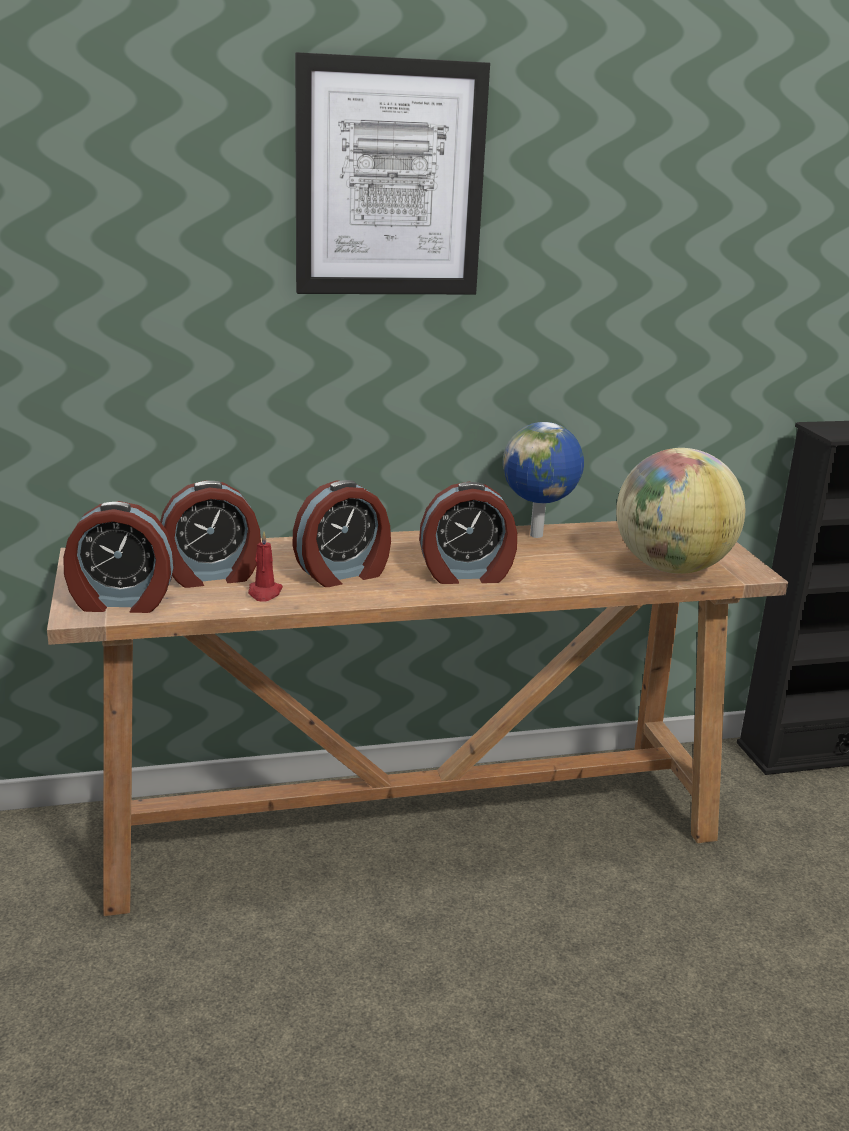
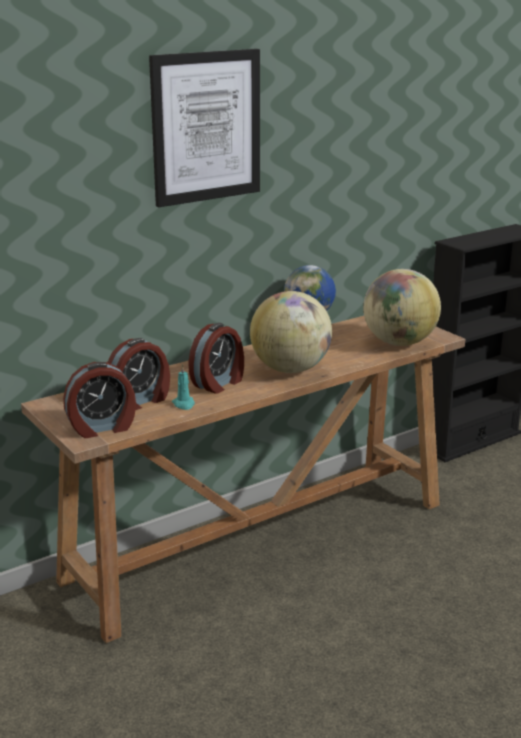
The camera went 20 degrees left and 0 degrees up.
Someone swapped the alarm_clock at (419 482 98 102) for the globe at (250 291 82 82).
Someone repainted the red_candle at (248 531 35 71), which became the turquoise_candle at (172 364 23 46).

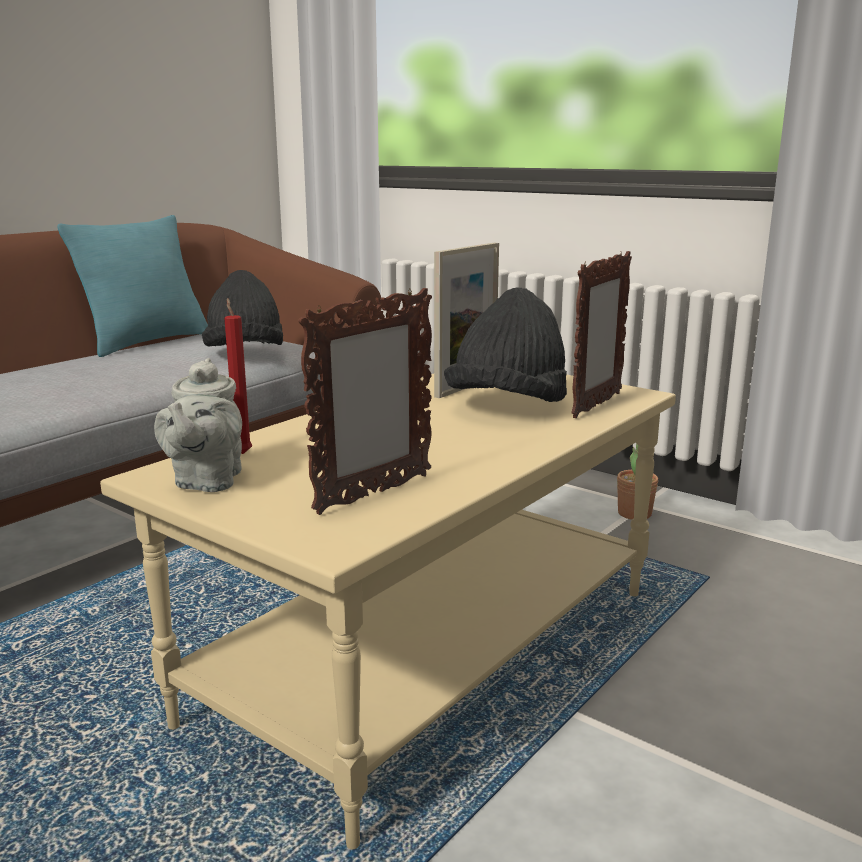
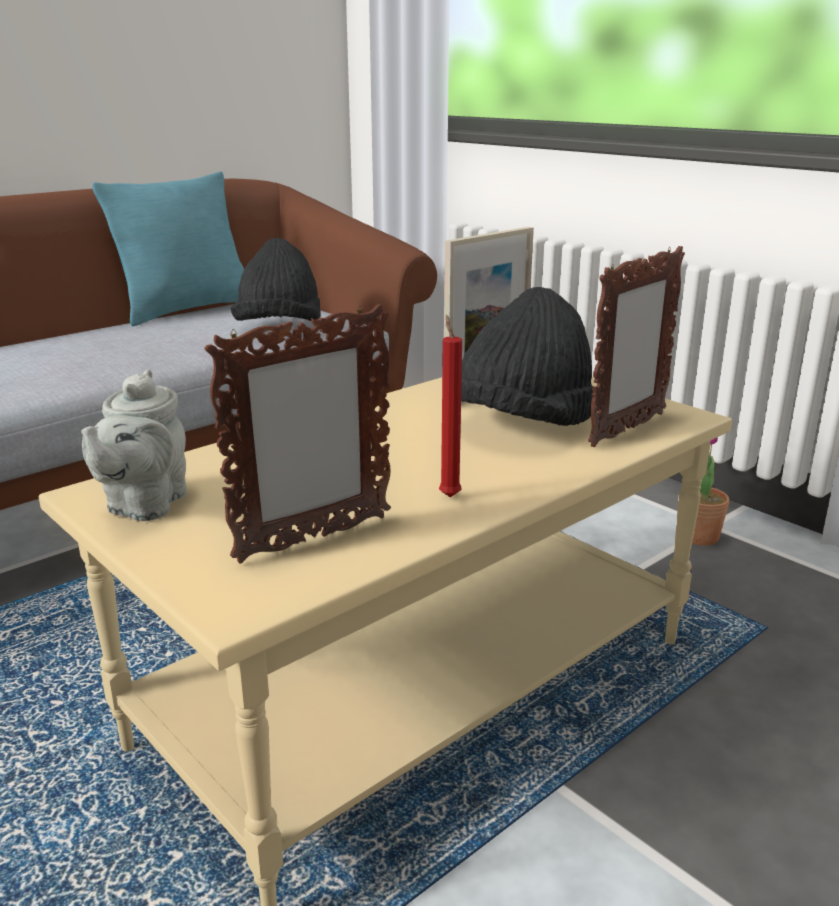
The camera went 10 degrees right and 5 degrees up.
Someone carried the red_candle from (224 298 28 156) to (439 315 23 182).

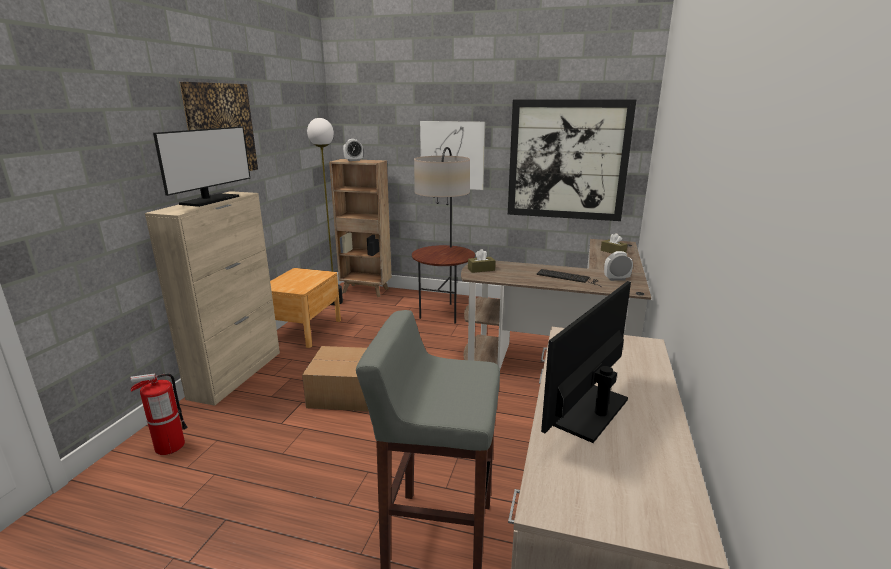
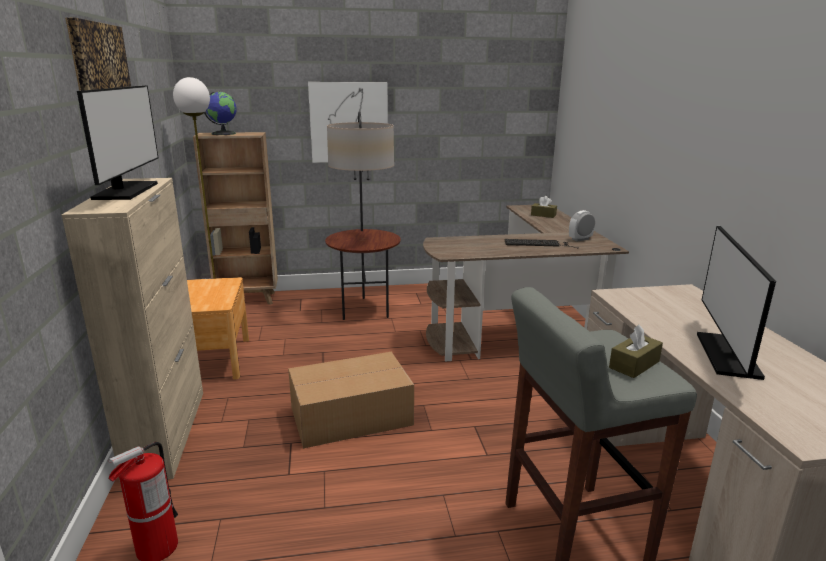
The camera went 25 degrees left and 0 degrees up.
Someone took away the picture at (508 100 128 121).
Someone carried the brown_tissue_box from (468 249 28 24) to (609 324 54 54).
Someone swapped the alarm_clock at (343 139 20 22) for the globe at (204 92 33 43).

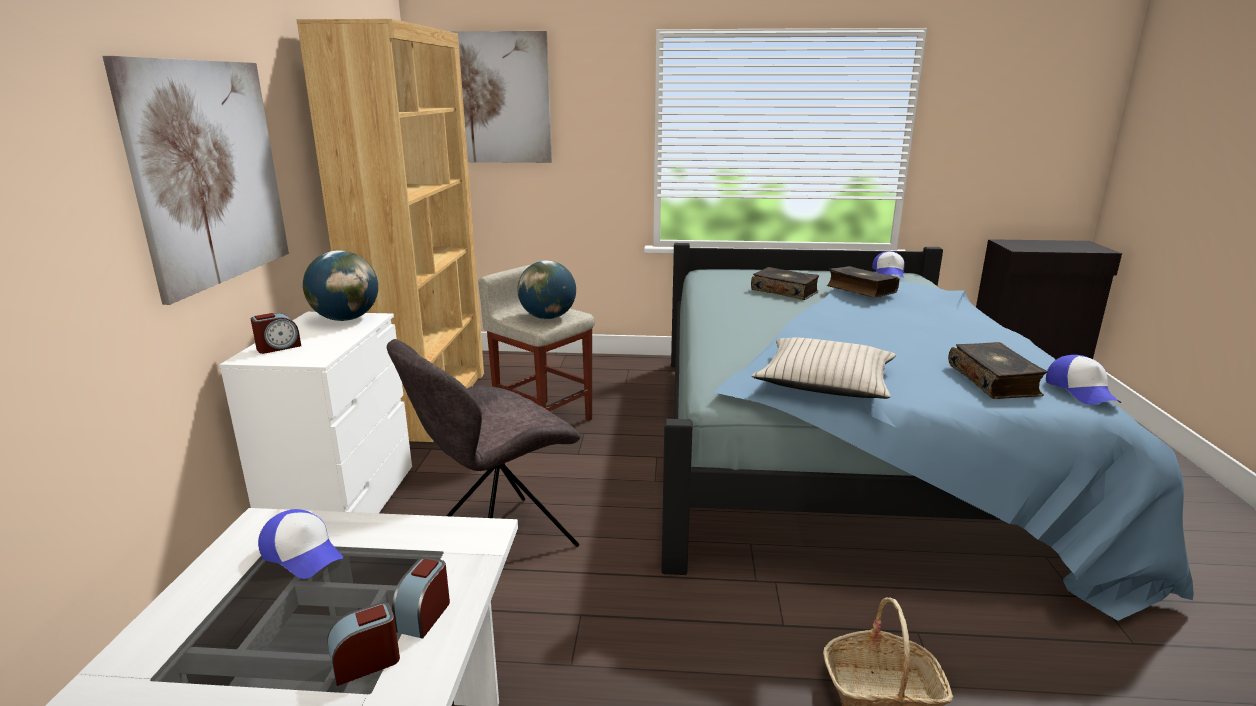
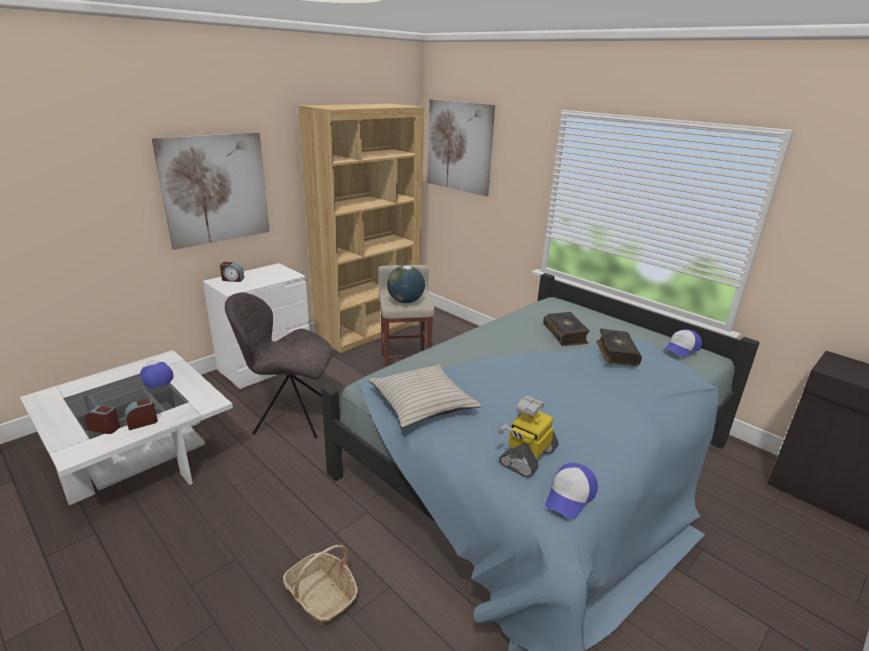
The camera went 40 degrees right and 5 degrees up.
Someone took away the globe at (303 250 75 71).
Someone swapped the book at (948 342 99 57) for the toy_robot at (498 396 61 81).
Someone rotated the cap at (258 509 85 70) by 150 degrees clockwise.

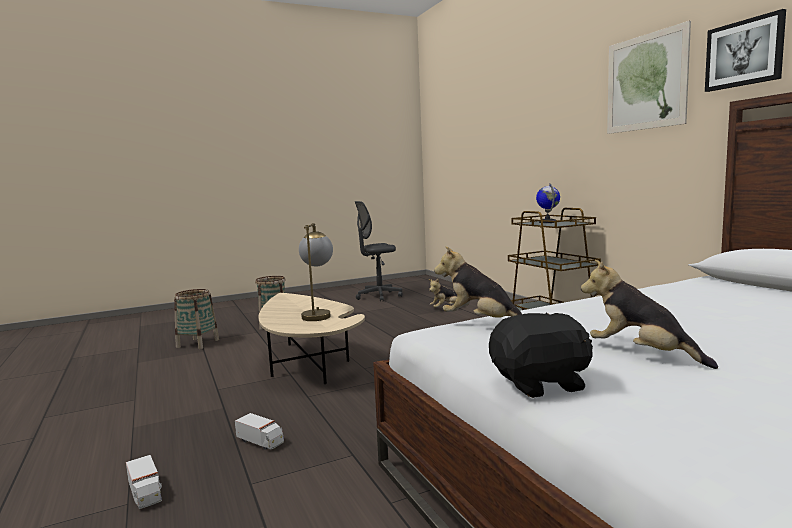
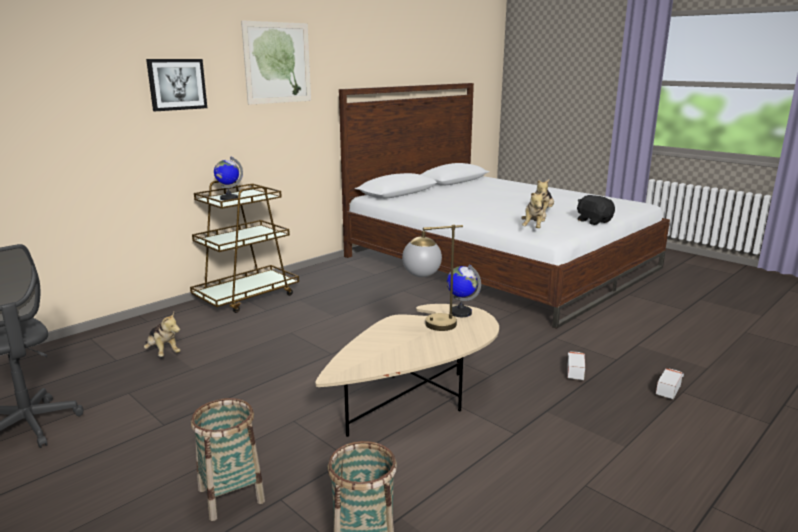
The camera went 110 degrees left and 10 degrees up.
Someone put down the globe at (447 264 34 53).
Someone carried the picture from (705 9 81 83) to (146 59 61 52).

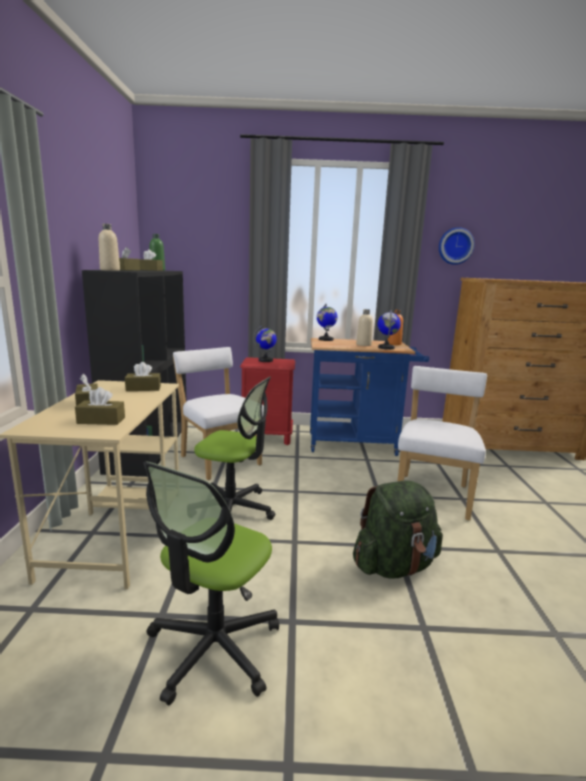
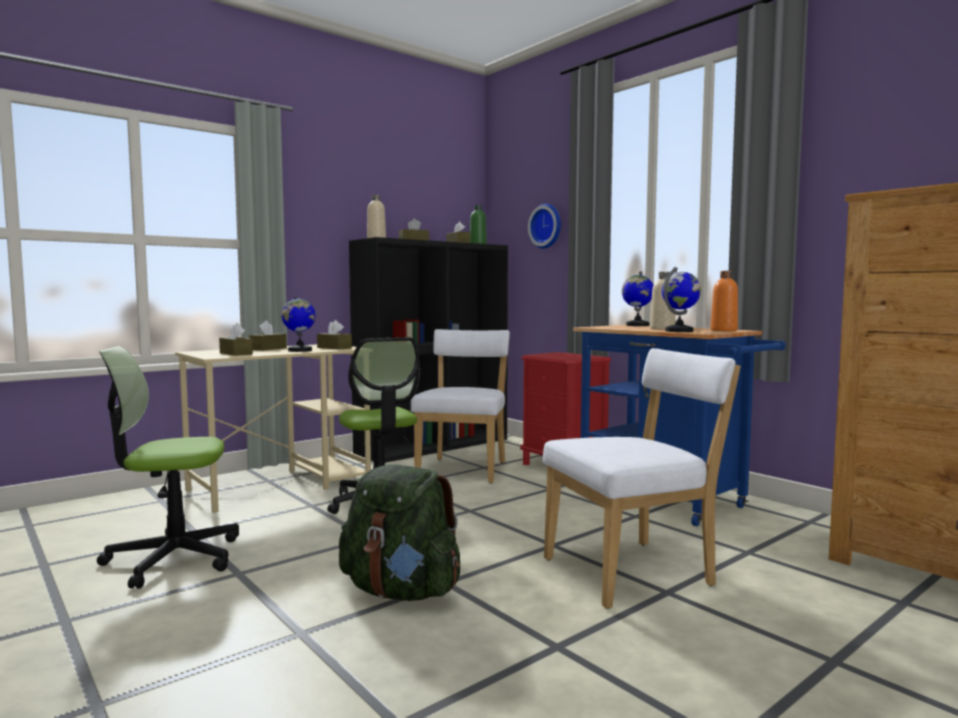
The camera went 50 degrees right and 10 degrees down.
Someone carried the globe from (253 326 24 36) to (281 295 34 57).
Someone carried the wall_clock from (439 227 35 38) to (528 204 33 45).

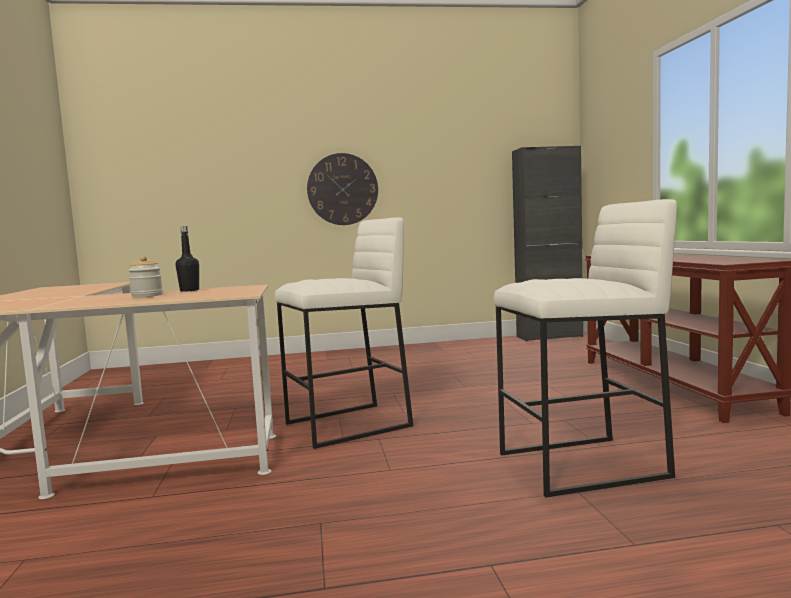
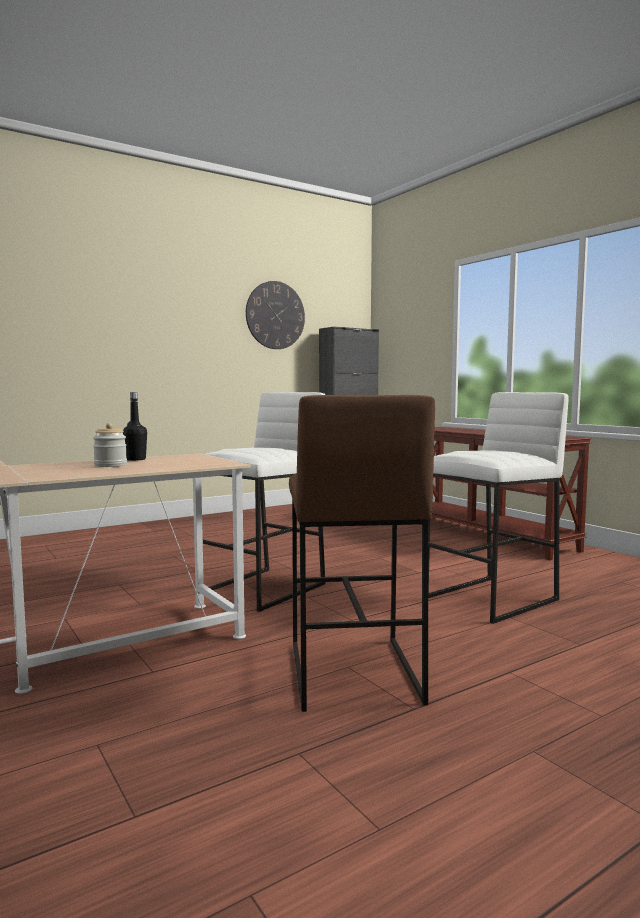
The camera went 25 degrees left and 0 degrees up.
Someone put down the brown_stool at (289 395 146 317).
Someone carried the wall_clock from (307 153 71 72) to (246 281 59 68).

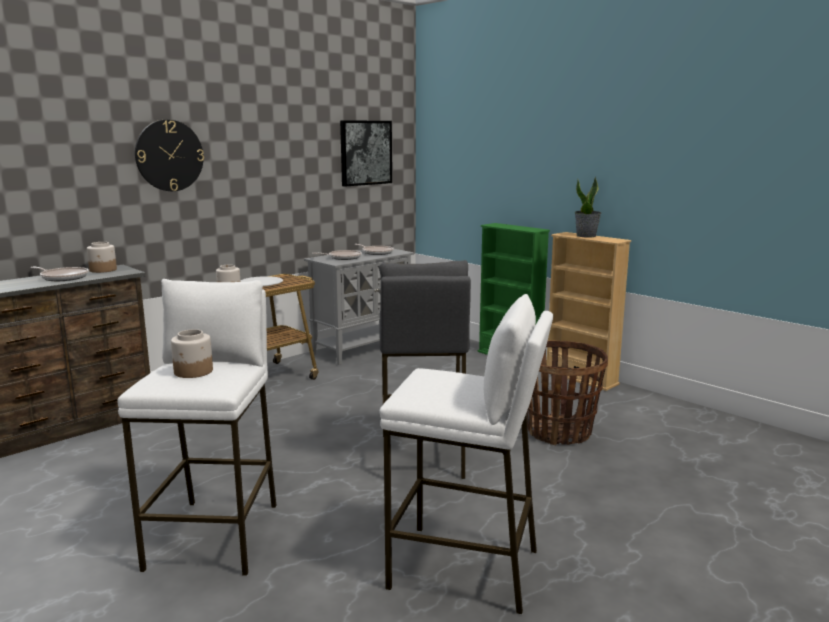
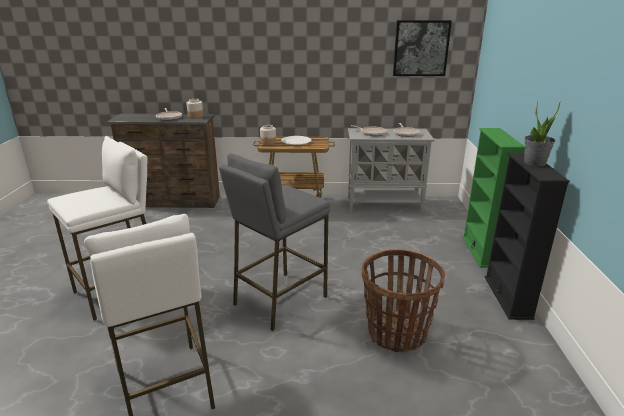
The camera went 45 degrees right and 10 degrees up.
Someone took away the wall_clock at (135 120 69 71).
Someone took away the jar at (171 329 42 49).
Someone repainted the beige_bookcase at (546 232 85 159), which became the black_bookcase at (485 153 84 167).

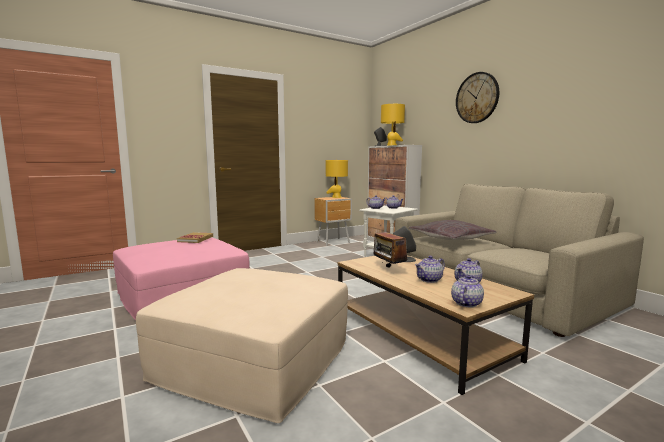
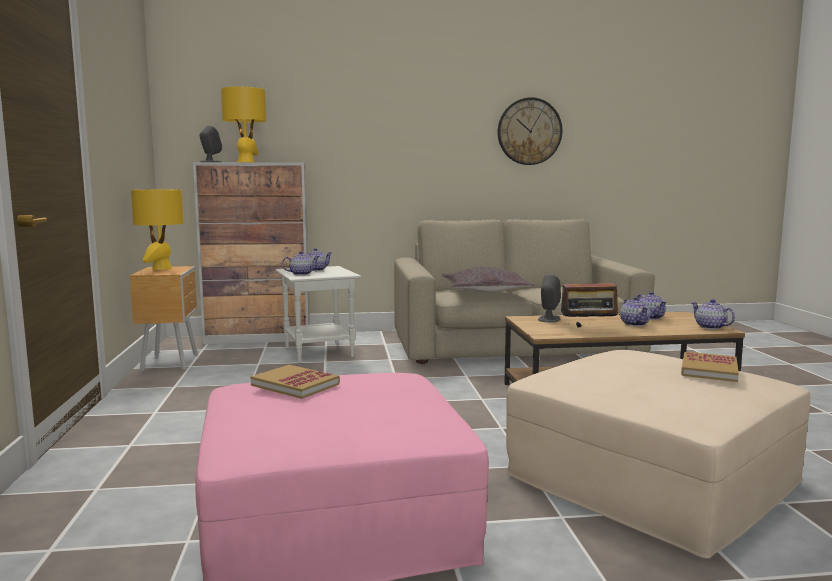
The camera went 65 degrees left and 0 degrees up.
Someone put down the book at (681 352 58 30).
Someone carried the wall_clock from (456 72 43 51) to (498 97 64 68).

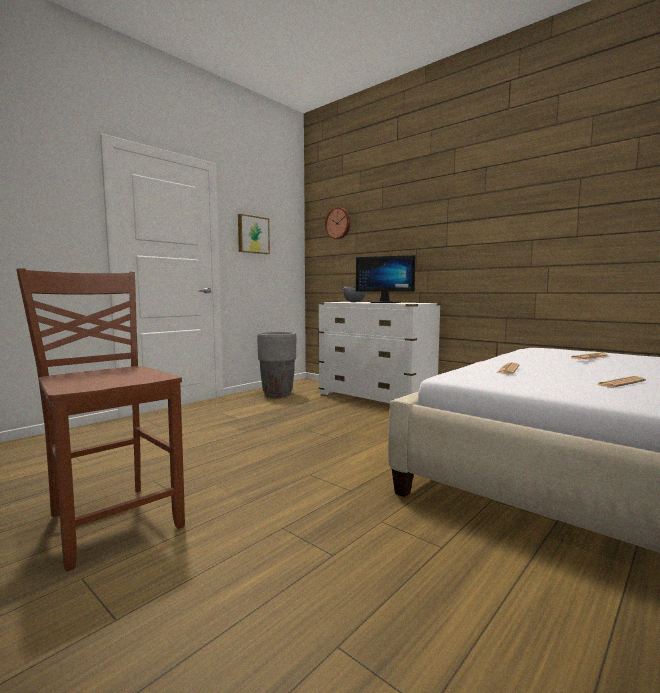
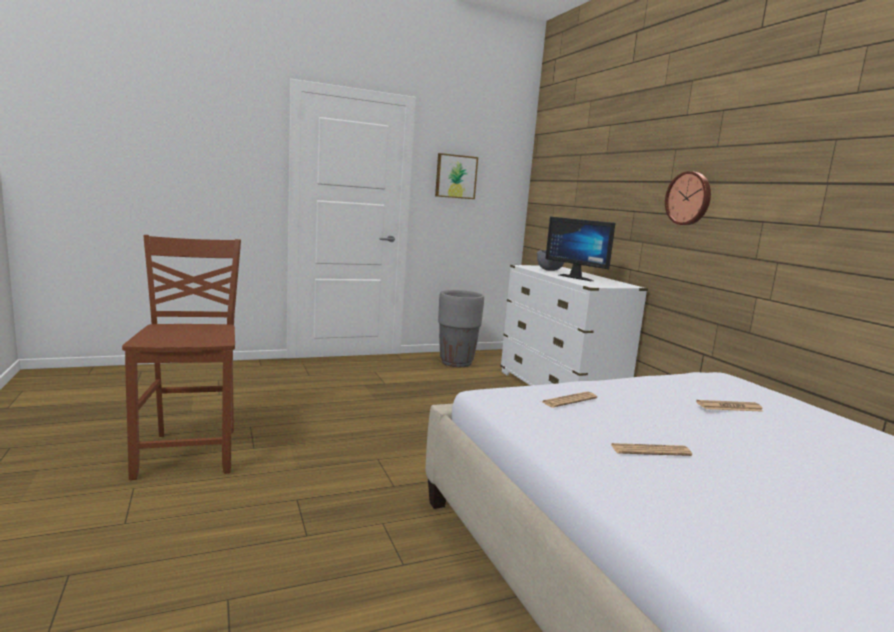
The camera went 25 degrees right and 5 degrees up.
Someone carried the wall_clock from (325 207 26 32) to (665 171 46 54).

